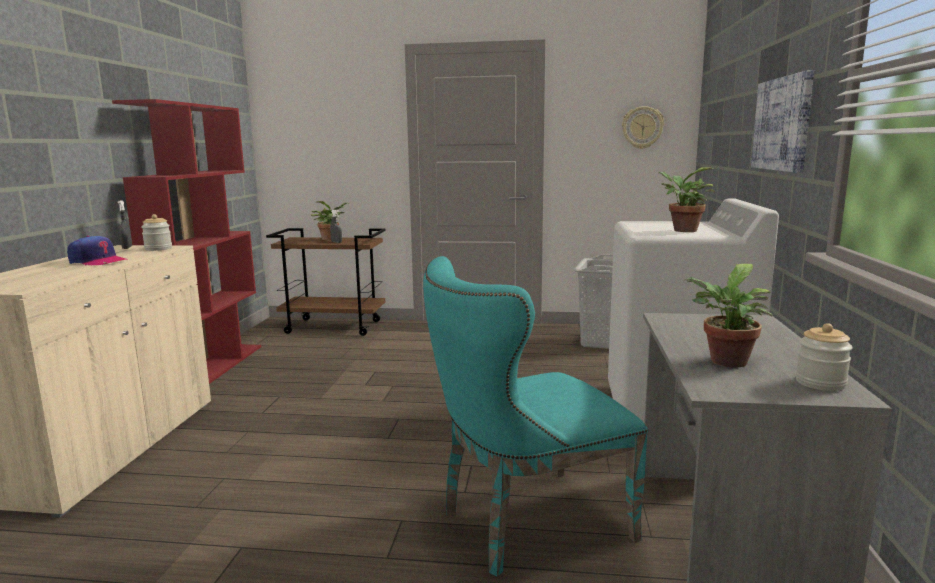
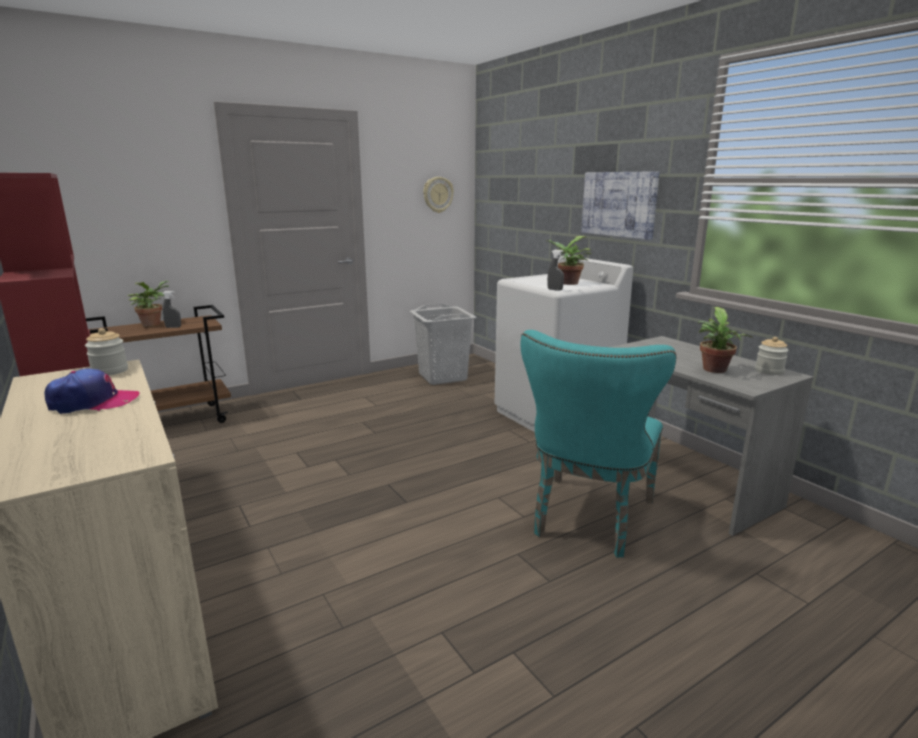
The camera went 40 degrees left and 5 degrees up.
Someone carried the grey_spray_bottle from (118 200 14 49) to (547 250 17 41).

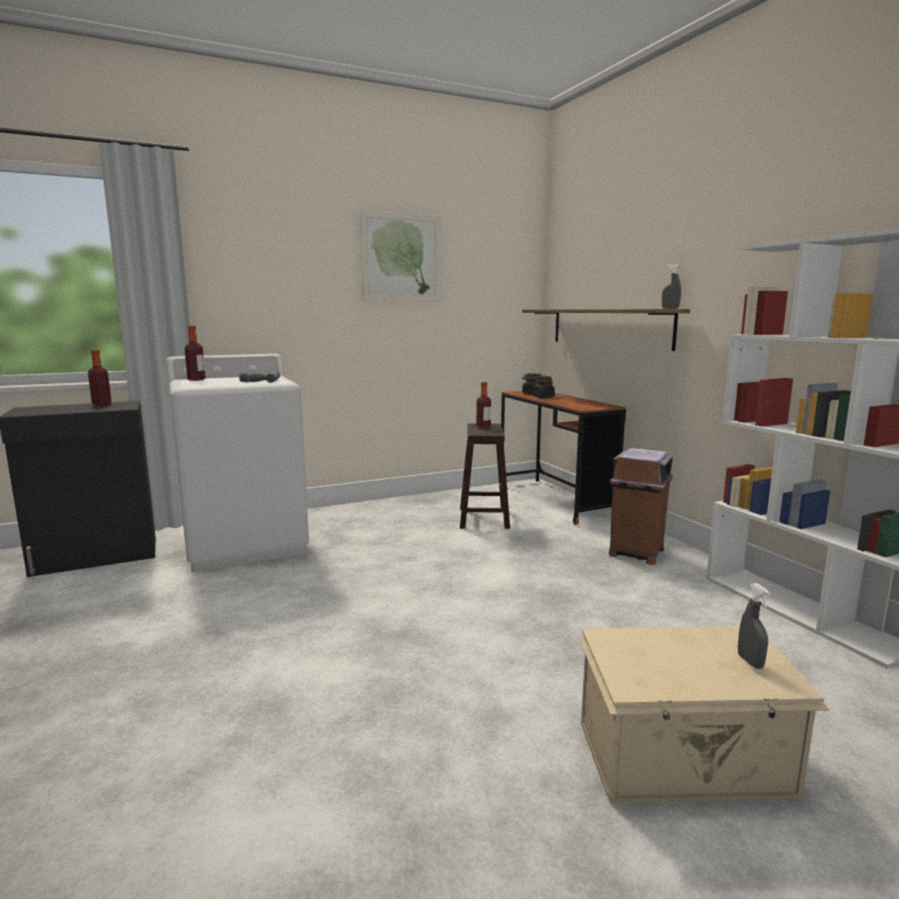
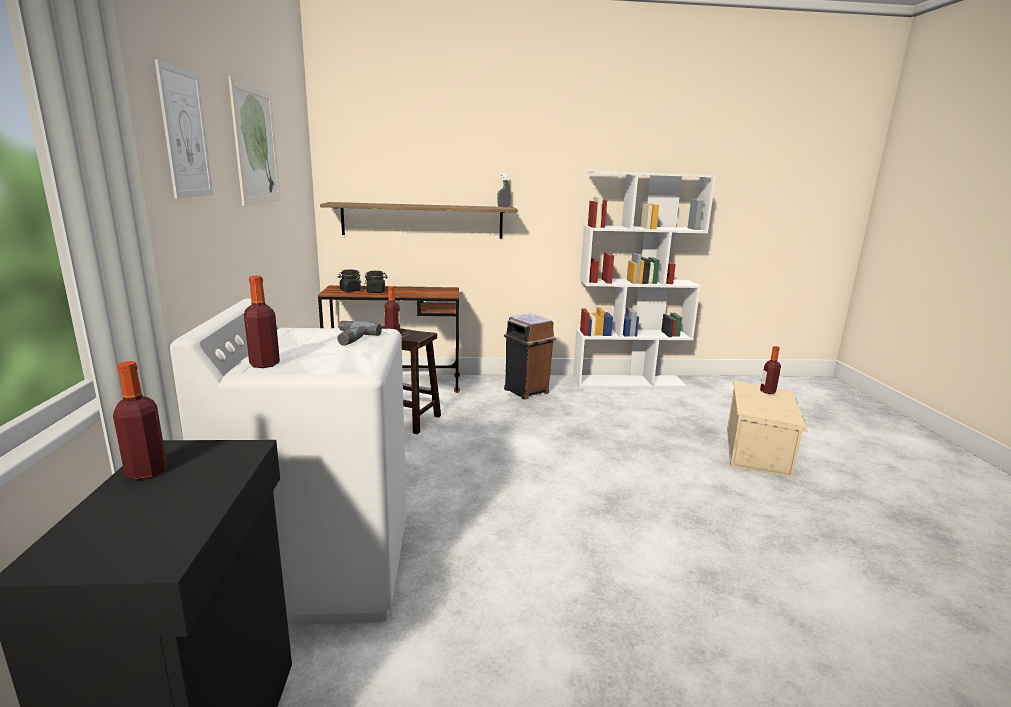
The camera went 70 degrees left and 5 degrees up.
Someone put up the picture at (155 59 58 140).
Someone swapped the grey_spray_bottle at (738 583 32 86) for the bottle at (760 346 21 48).

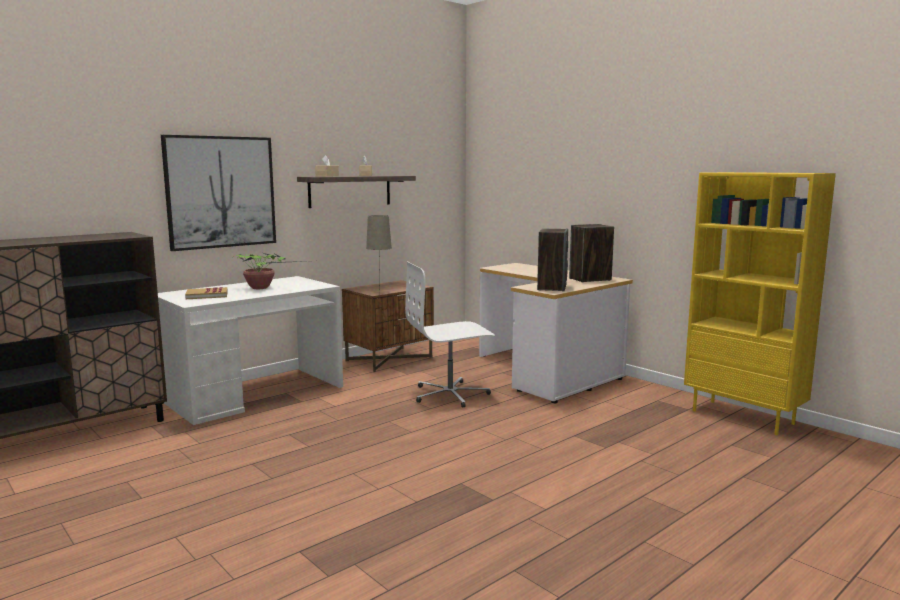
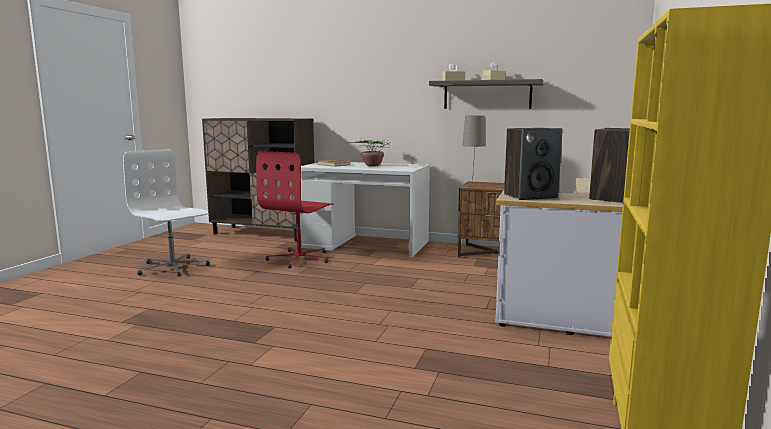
The camera went 60 degrees right and 0 degrees up.
Someone took away the picture at (161 135 115 116).
Someone put down the red_office_chair at (256 151 78 118).
Someone carried the white_office_chair from (405 262 90 146) to (123 149 87 128).

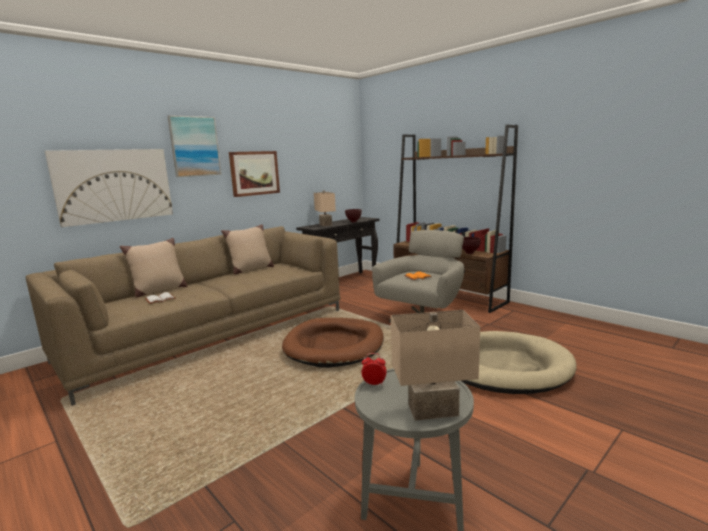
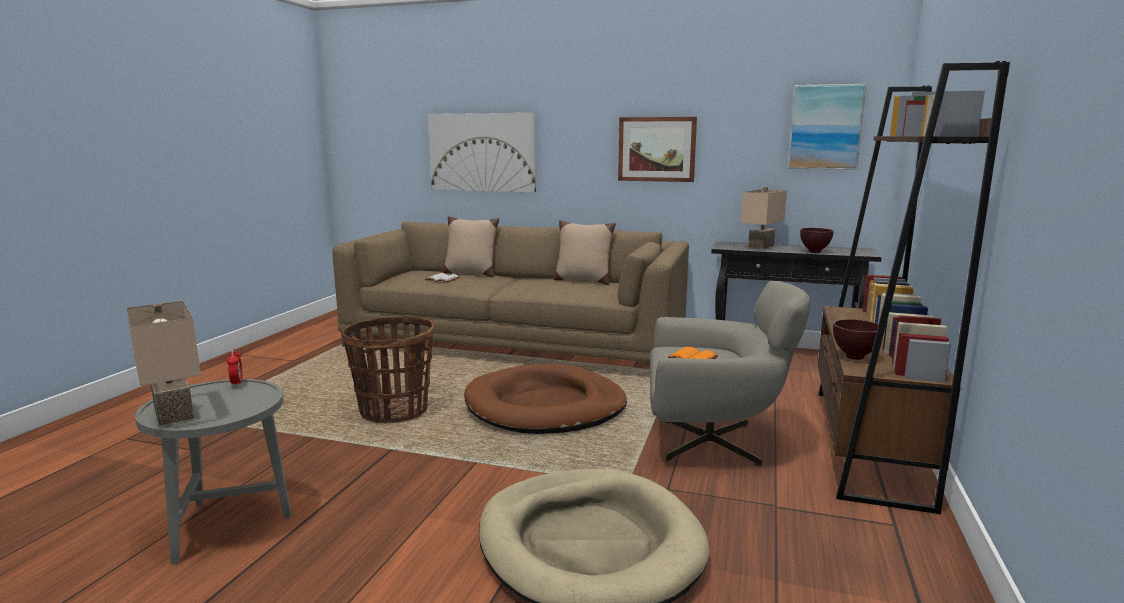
The camera went 60 degrees right and 0 degrees up.
Someone put down the basket at (341 316 93 107).
Someone carried the picture from (167 115 54 62) to (788 84 78 86).

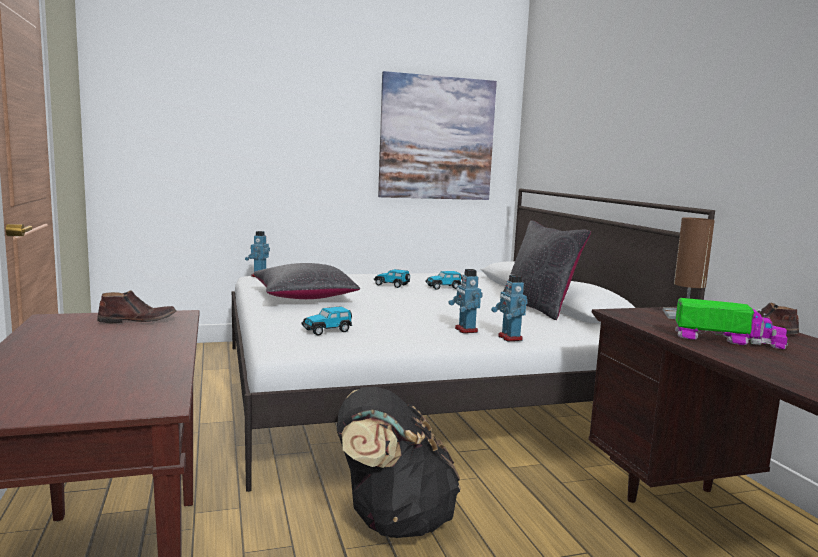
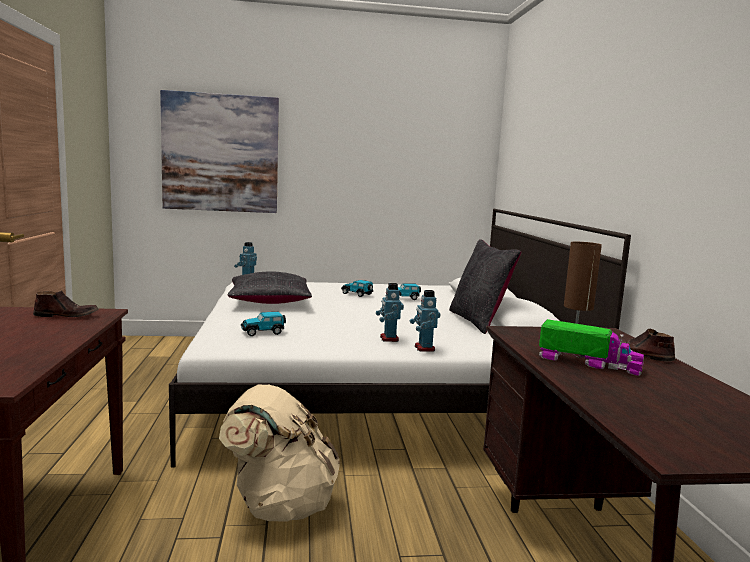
The camera went 10 degrees right and 0 degrees up.
Someone carried the picture from (378 71 119 129) to (160 90 119 123).
Someone repainted the black_backpack at (337 387 124 151), which became the beige_backpack at (219 385 121 137).

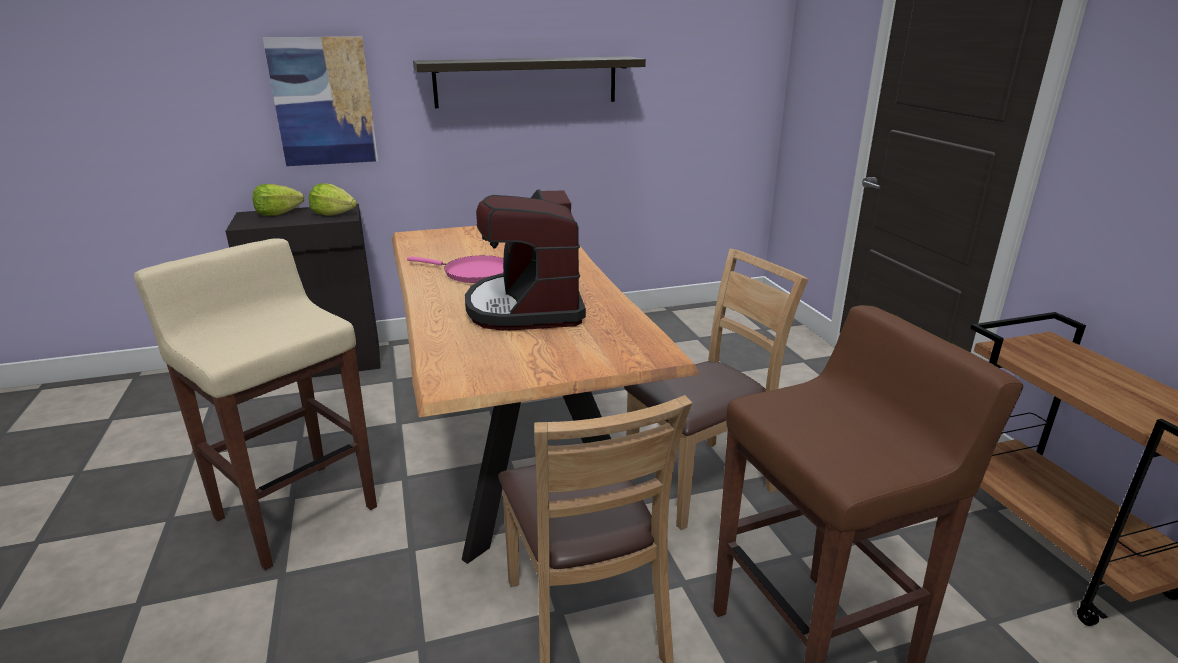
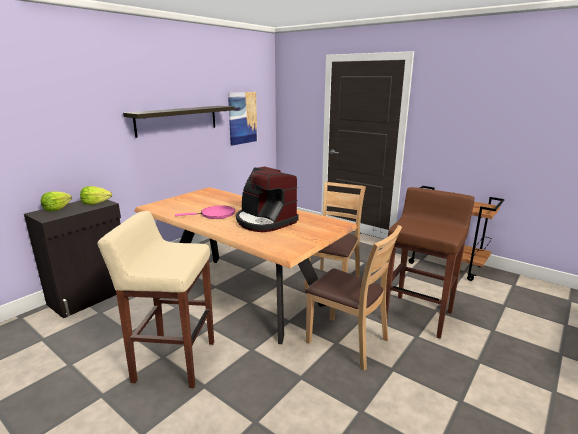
The camera went 35 degrees left and 5 degrees down.
Someone carried the picture from (263 36 115 130) to (228 92 29 53).

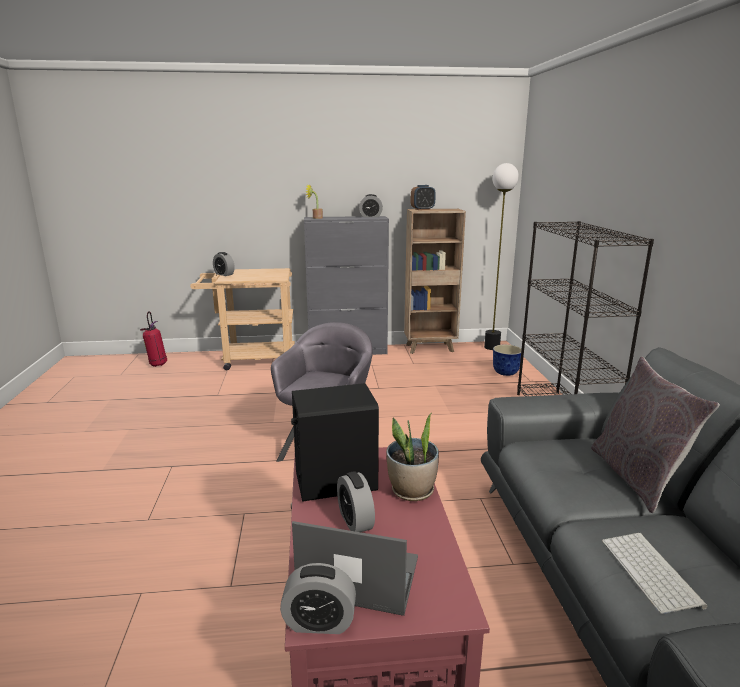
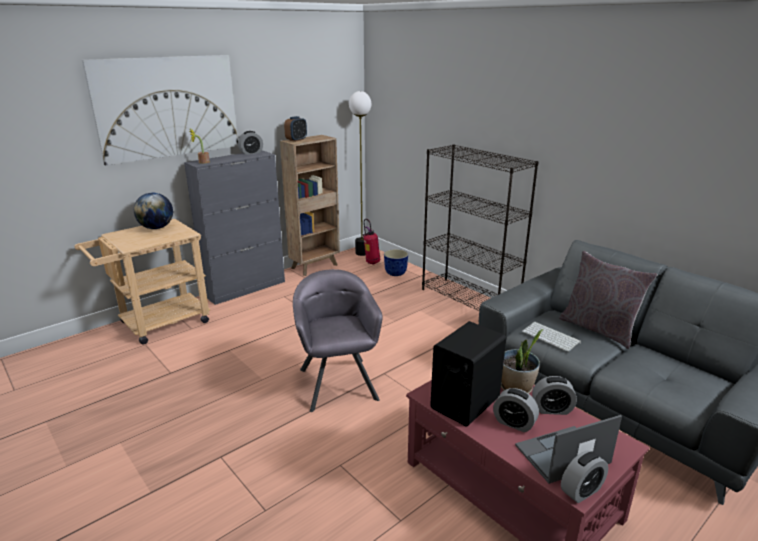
The camera went 35 degrees left and 5 degrees up.
Someone put up the picture at (82 55 156 110).
Someone put down the globe at (134 193 39 36).
Someone carried the fire_extinguisher from (140 311 27 56) to (362 219 18 45).
Someone carried the alarm_clock from (213 252 22 24) to (532 376 45 39).
Someone carried the keyboard from (602 533 105 81) to (522 322 59 30).

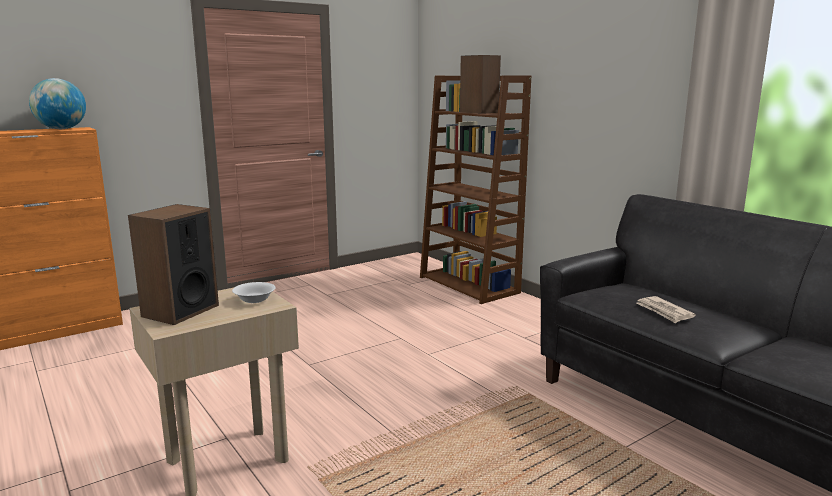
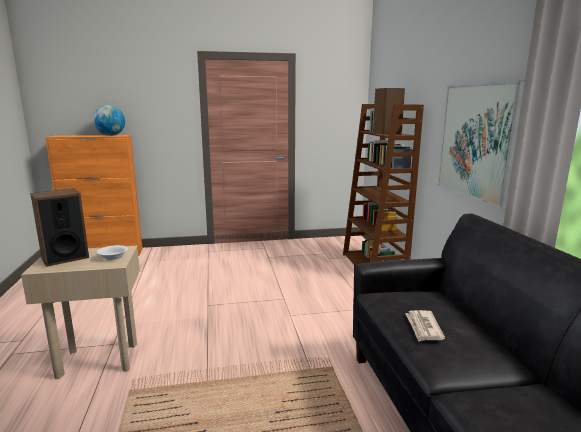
The camera went 25 degrees right and 0 degrees up.
Someone put up the picture at (437 80 88 129).

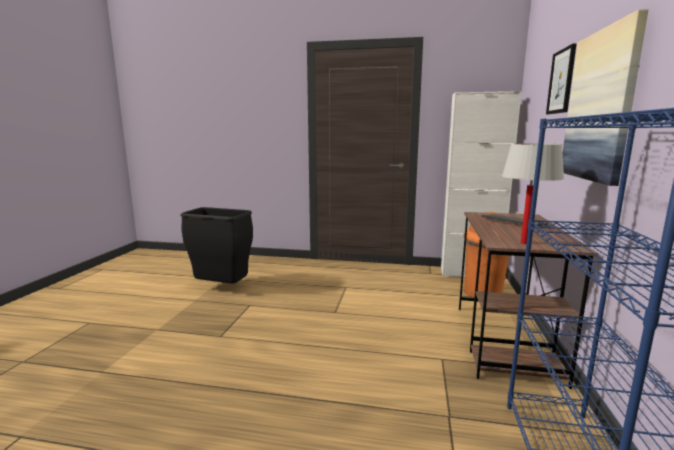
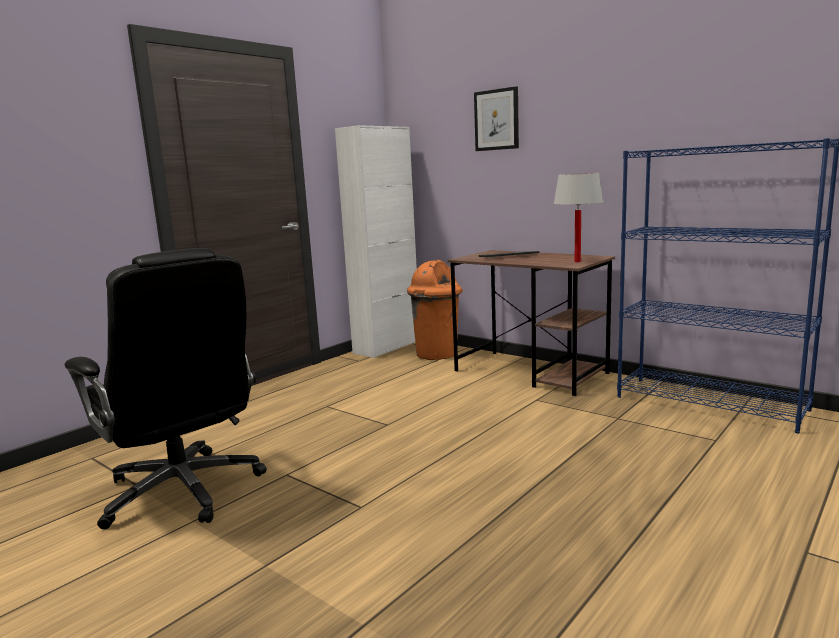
The camera went 60 degrees left and 0 degrees up.
Someone took away the picture at (563 9 85 177).
Someone swapped the black_trash_can at (180 207 73 77) for the black_office_chair at (65 248 202 281).

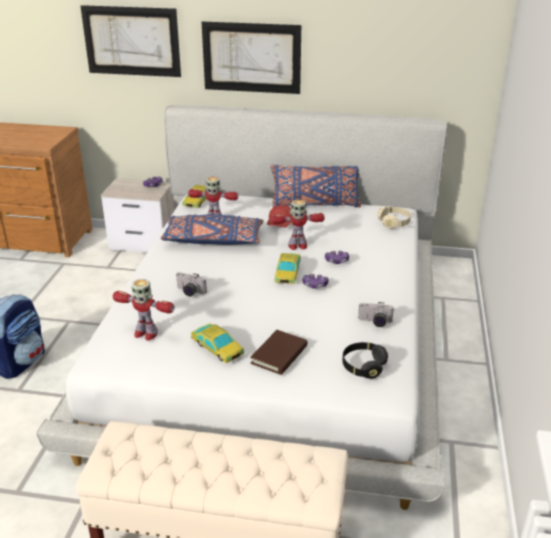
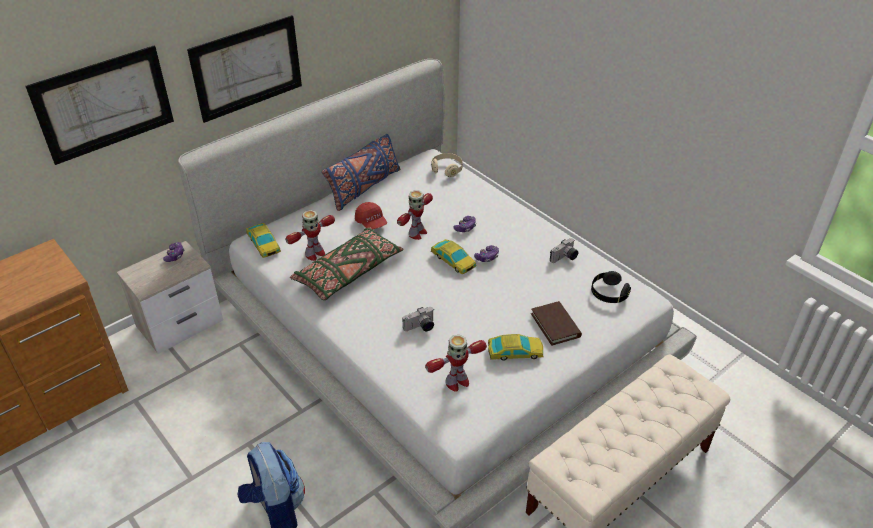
The camera went 50 degrees left and 10 degrees up.
Someone repainted the blue_pillow at (161 214 103 31), which became the green_pillow at (290 227 114 73).

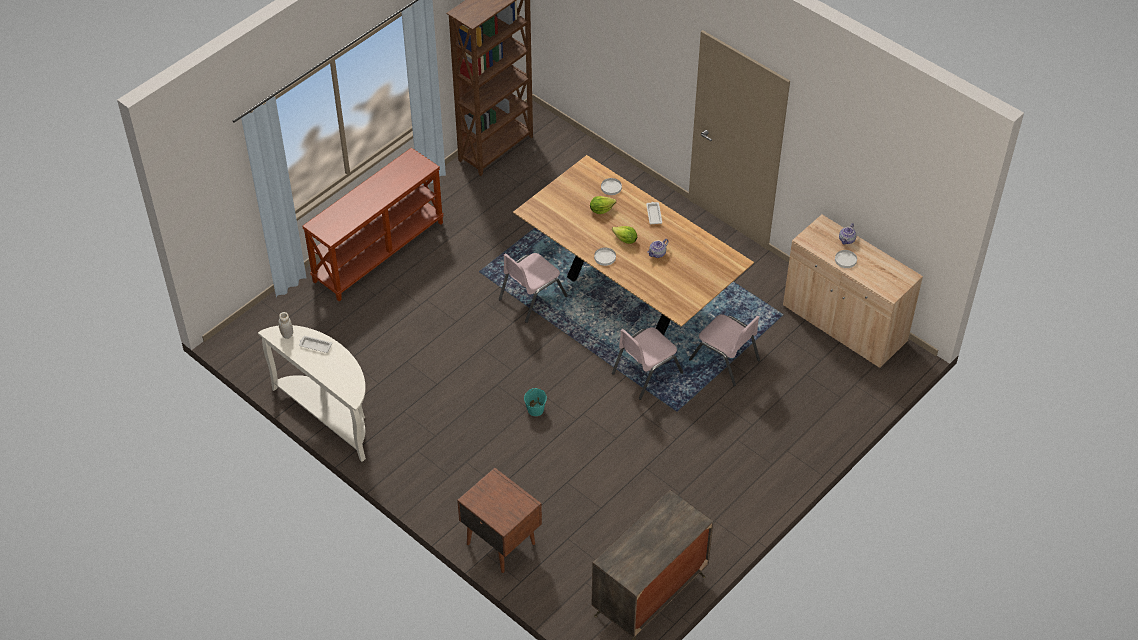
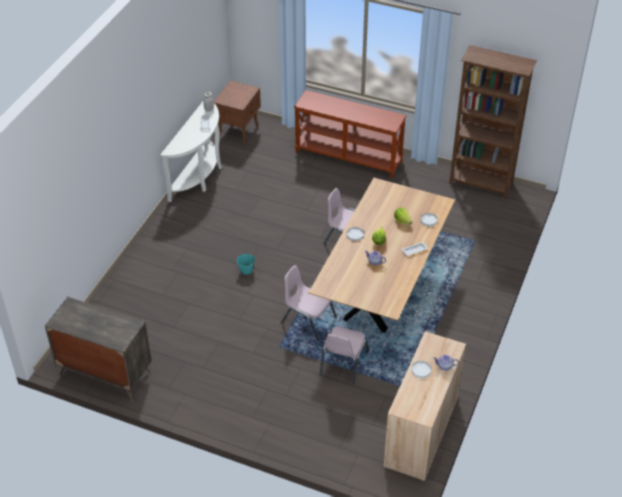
The camera went 70 degrees right and 5 degrees down.
Someone carried the brown_nightstand from (457 468 85 105) to (214 81 47 63).

